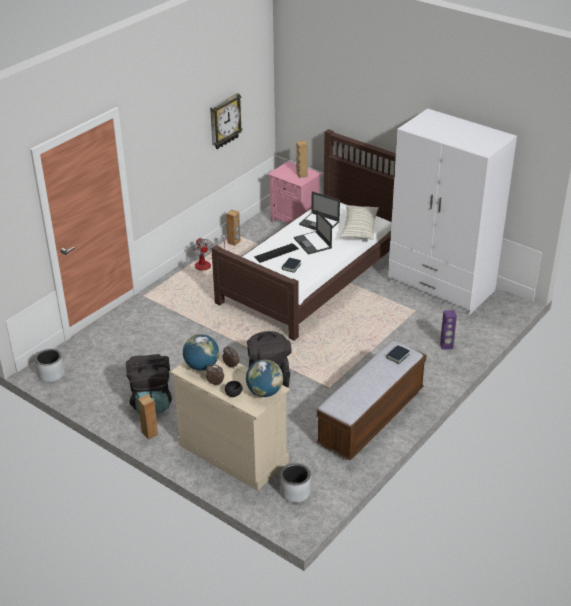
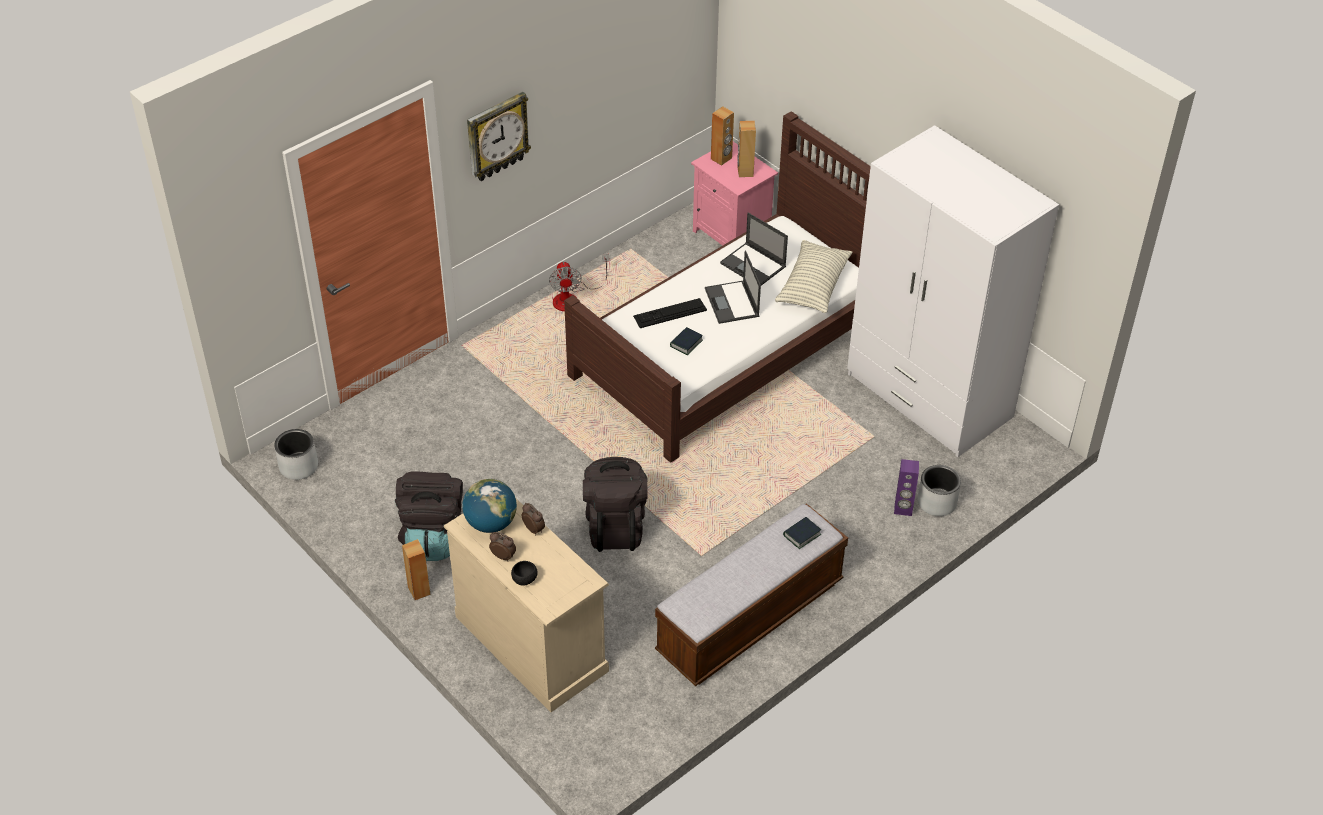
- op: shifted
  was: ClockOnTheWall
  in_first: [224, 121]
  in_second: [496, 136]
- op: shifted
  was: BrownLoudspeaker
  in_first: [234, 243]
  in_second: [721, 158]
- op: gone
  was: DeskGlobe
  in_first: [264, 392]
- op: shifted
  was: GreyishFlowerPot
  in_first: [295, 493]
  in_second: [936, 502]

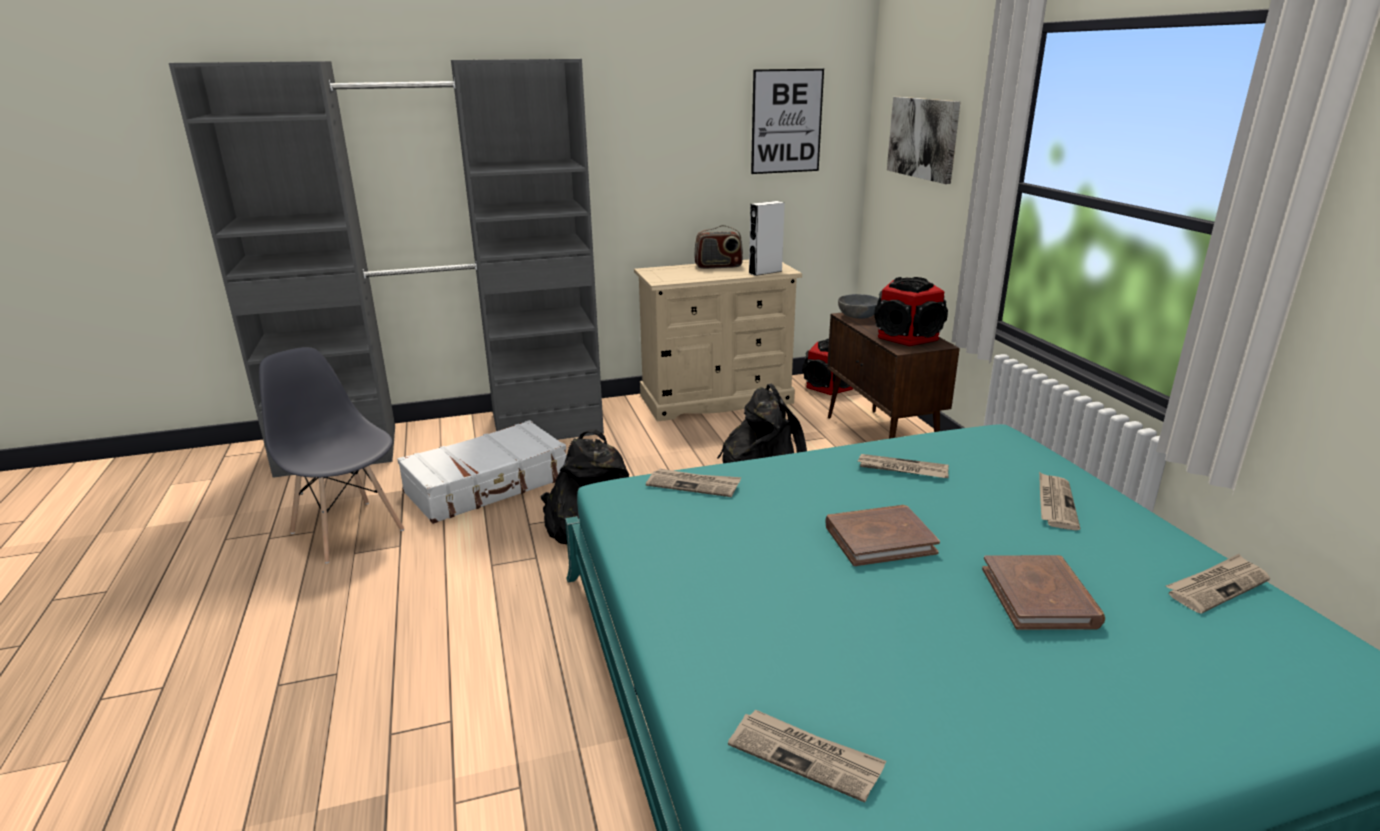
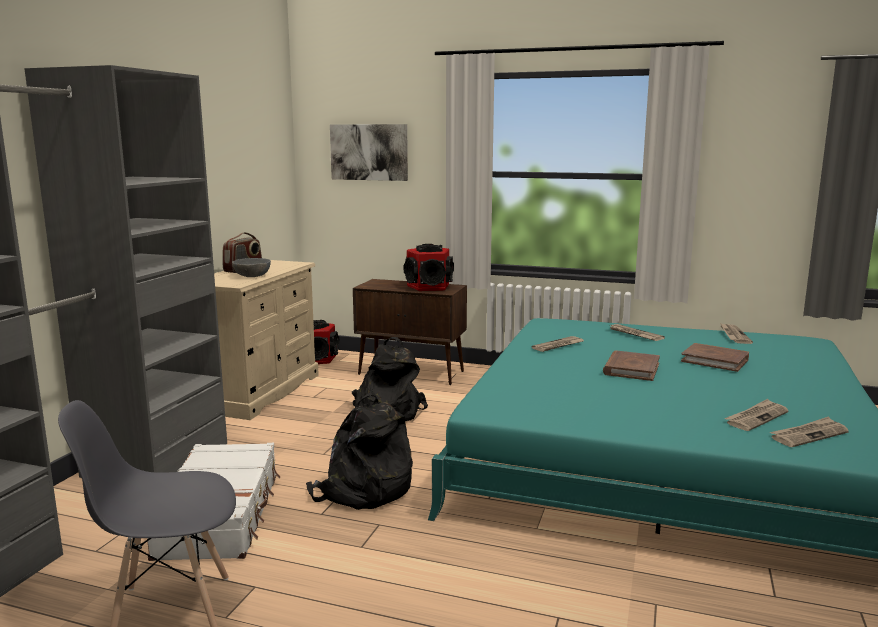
- op: gone
  was: WallPicture
  in_first: [786, 121]
- op: gone
  was: WhitishLoudspeaker
  in_first: [765, 272]
- op: shifted
  was: GreyishBowl
  in_first: [859, 316]
  in_second: [252, 276]
- op: shifted
  was: Newspaper
  in_first: [694, 485]
  in_second: [756, 417]

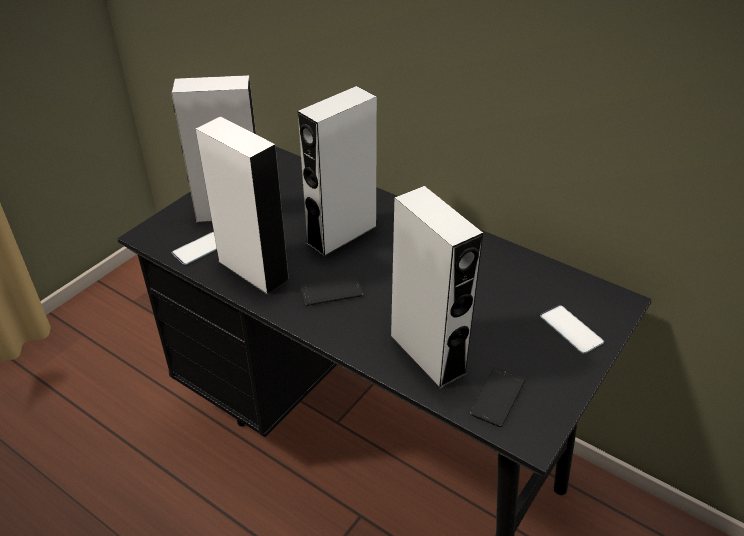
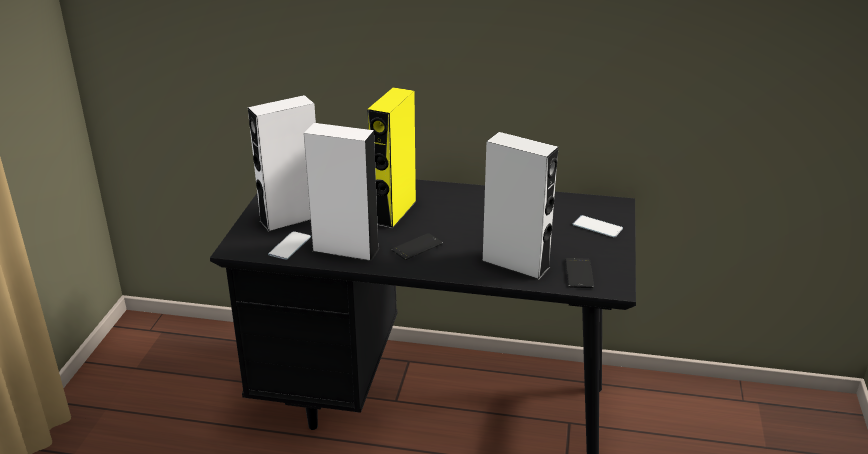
- op: repainted
  was: GreyishLoudspeaker
  now: YellowishLoudspeaker
  in_first: [342, 234]
  in_second: [394, 212]

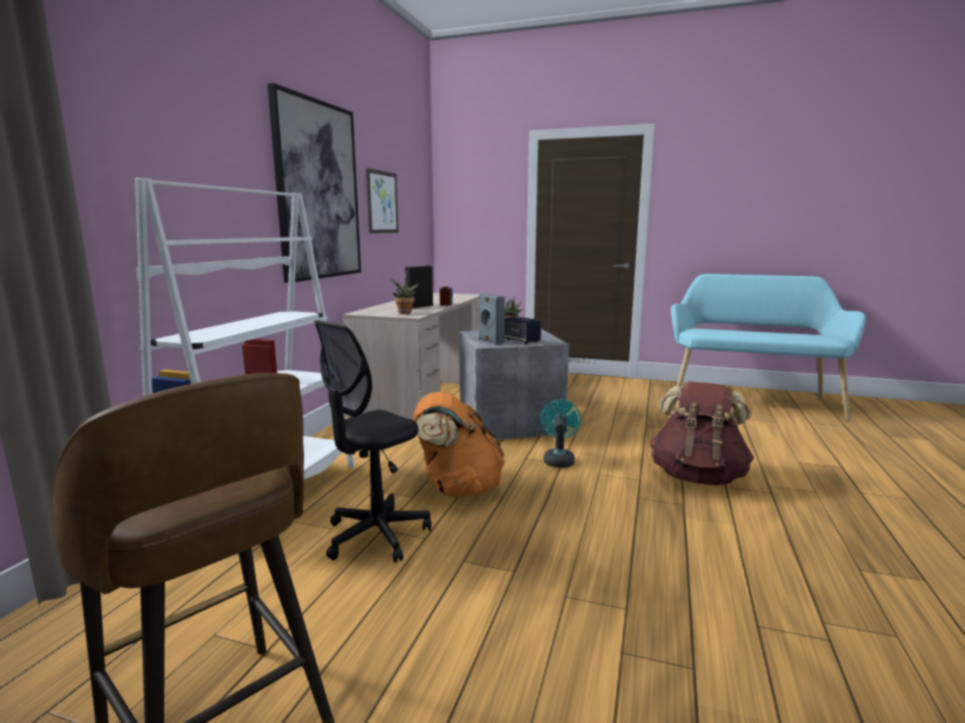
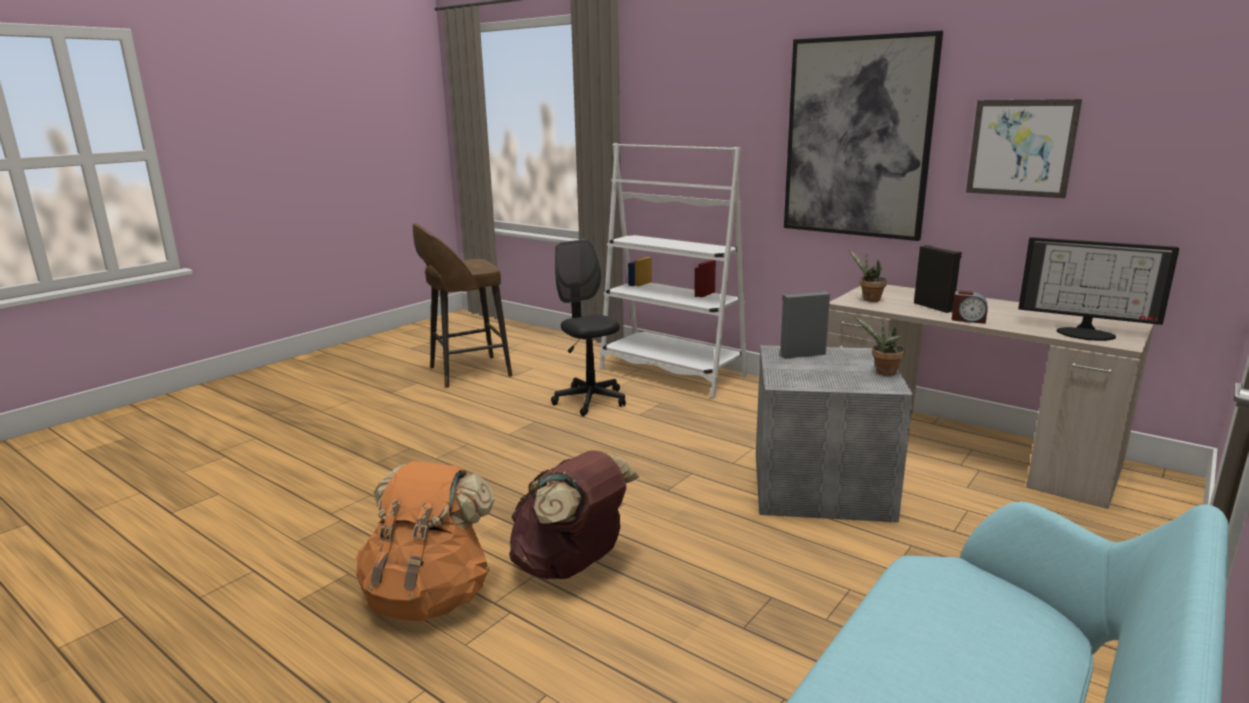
- op: gone
  was: Loudspeaker
  in_first: [521, 341]
- op: shifted
  was: OrangeBackpack
  in_first: [457, 488]
  in_second: [429, 597]
- op: gone
  was: TurquoiseFan
  in_first: [558, 459]
- op: new
  now: ComputerDisplay
  in_second: [1086, 333]

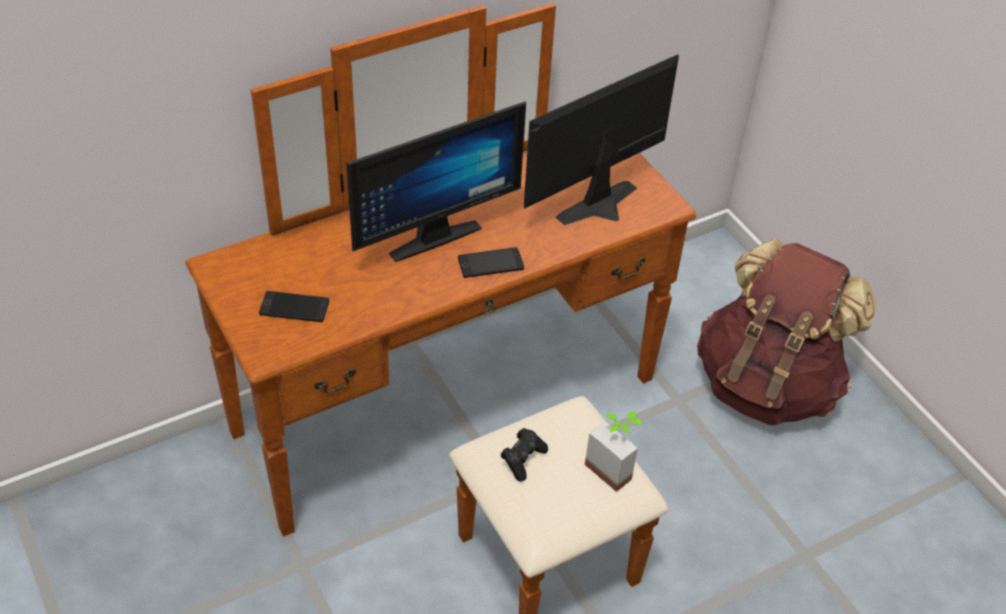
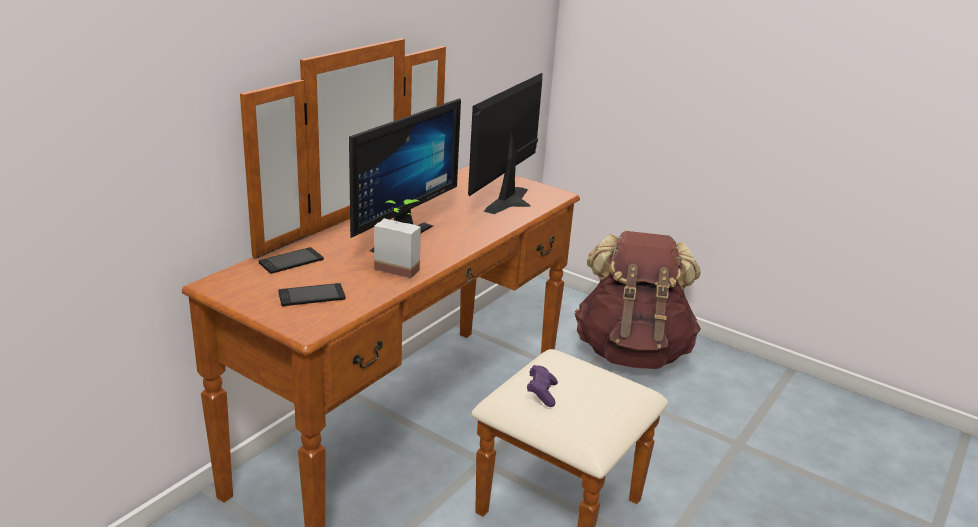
- op: shifted
  was: Handset
  in_first: [490, 263]
  in_second: [291, 261]
- op: shifted
  was: Houseplant
  in_first: [614, 467]
  in_second: [400, 266]
- op: repainted
  was: BlackColouredJoypad
  now: PurpleJoypad
  in_first: [523, 459]
  in_second: [541, 393]

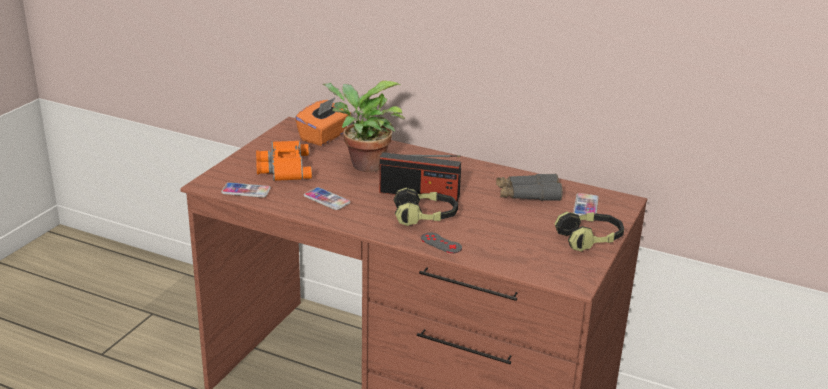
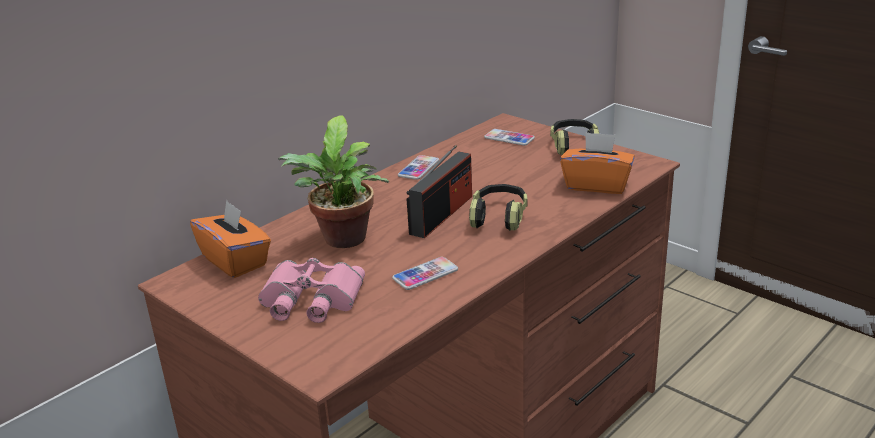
- op: repainted
  was: OrangeFieldGlasses
  now: PinkColouredFieldGlasses
  in_first: [283, 167]
  in_second: [310, 300]
- op: gone
  was: GreyishFieldGlasses
  in_first: [527, 195]
- op: shifted
  was: Handset
  in_first: [246, 191]
  in_second: [418, 168]
- op: gone
  was: GreyishJoypad
  in_first: [441, 243]
- op: new
  now: OrangeBoxOfTissues
  in_second: [596, 185]

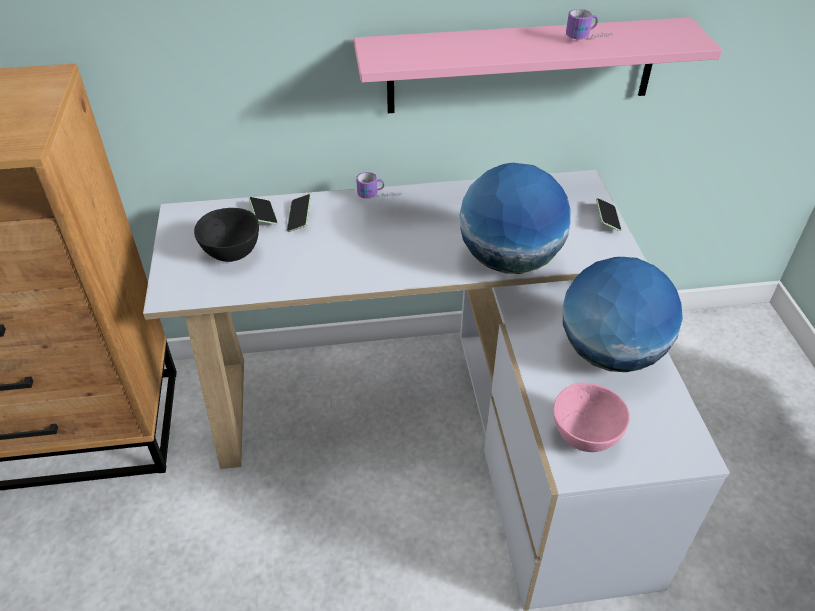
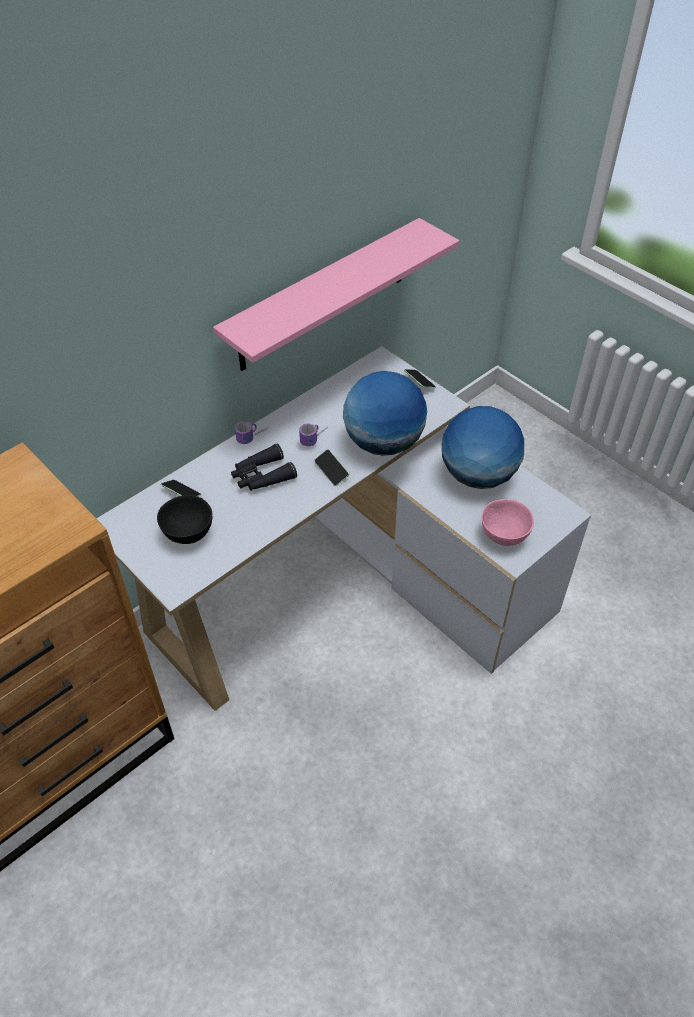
- op: shifted
  was: TeaMug
  in_first: [589, 40]
  in_second: [315, 438]
- op: shifted
  was: Handset
  in_first: [299, 218]
  in_second: [331, 471]
- op: new
  now: BlackColouredFieldGlasses
  in_second: [262, 476]

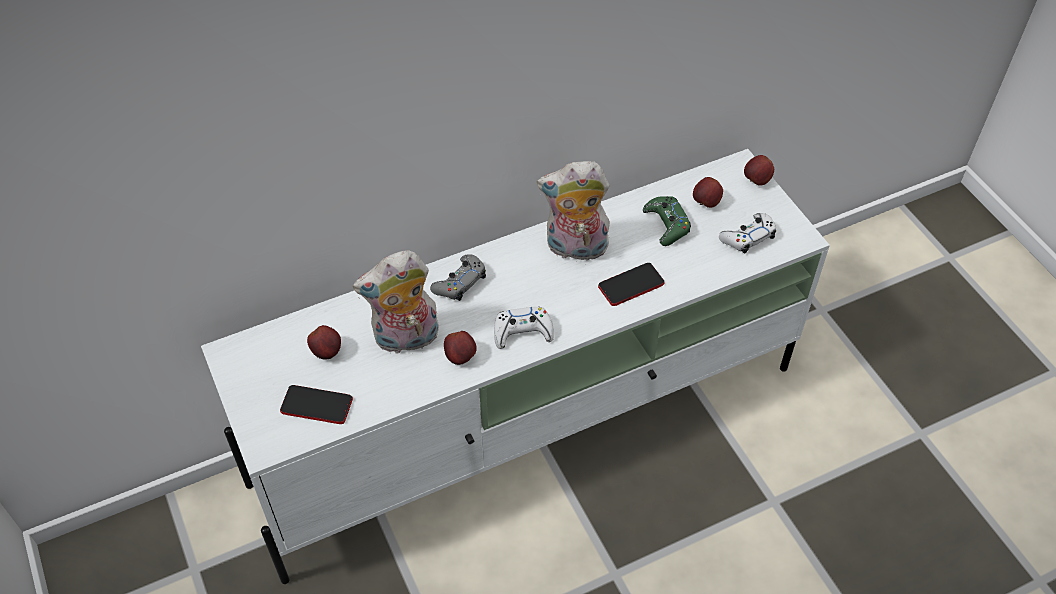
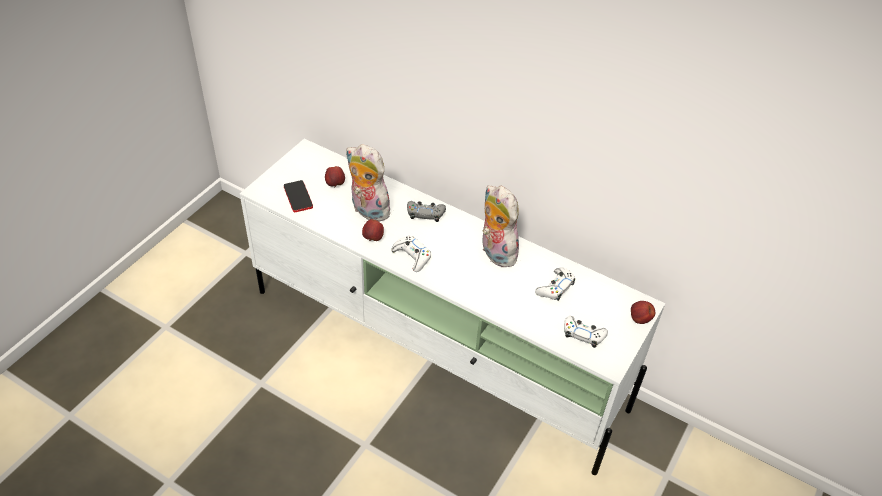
- op: gone
  was: AppleFruit
  in_first: [706, 203]
- op: repainted
  was: GreenJoypad
  now: WhitishJoypad
  in_first: [666, 224]
  in_second: [555, 288]
- op: gone
  was: Handset
  in_first: [631, 285]

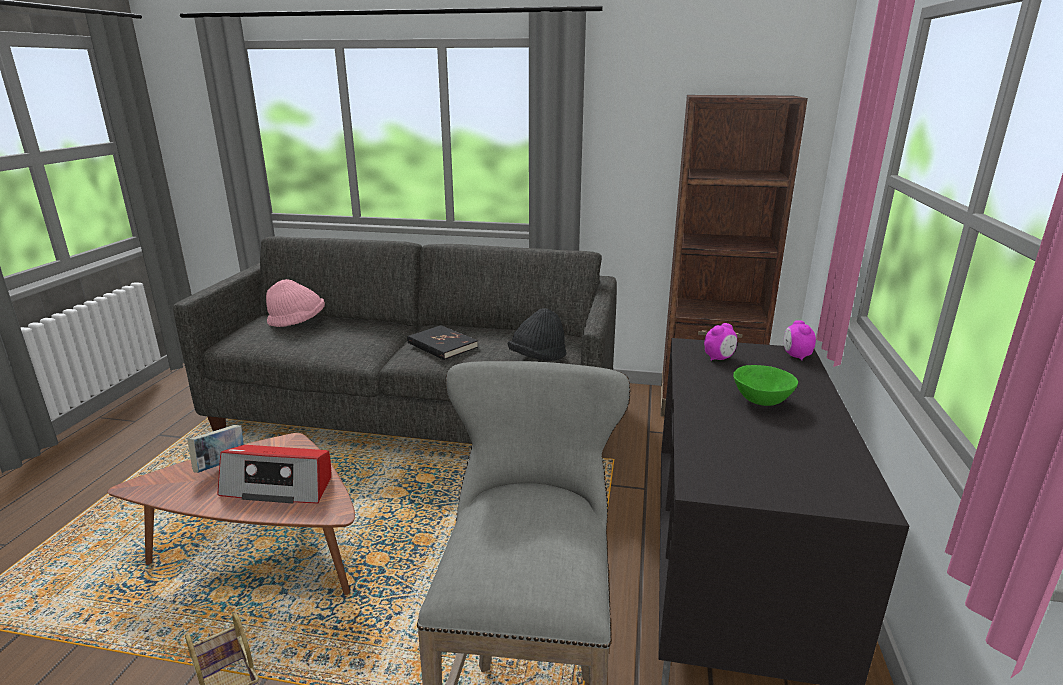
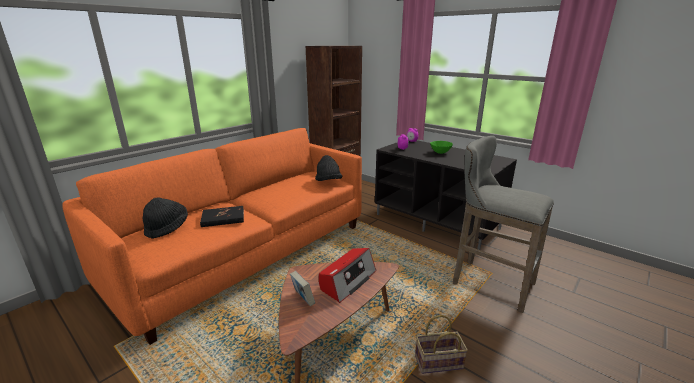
- op: repainted
  was: GreyishSofa
  now: OrangeSofa
  in_first: [417, 414]
  in_second: [247, 254]
- op: repainted
  was: PinkColouredHat
  now: BlackColouredHat
  in_first: [298, 322]
  in_second: [167, 228]
- op: shifted
  was: BlackColouredBoundBook
  in_first: [442, 345]
  in_second: [223, 218]

